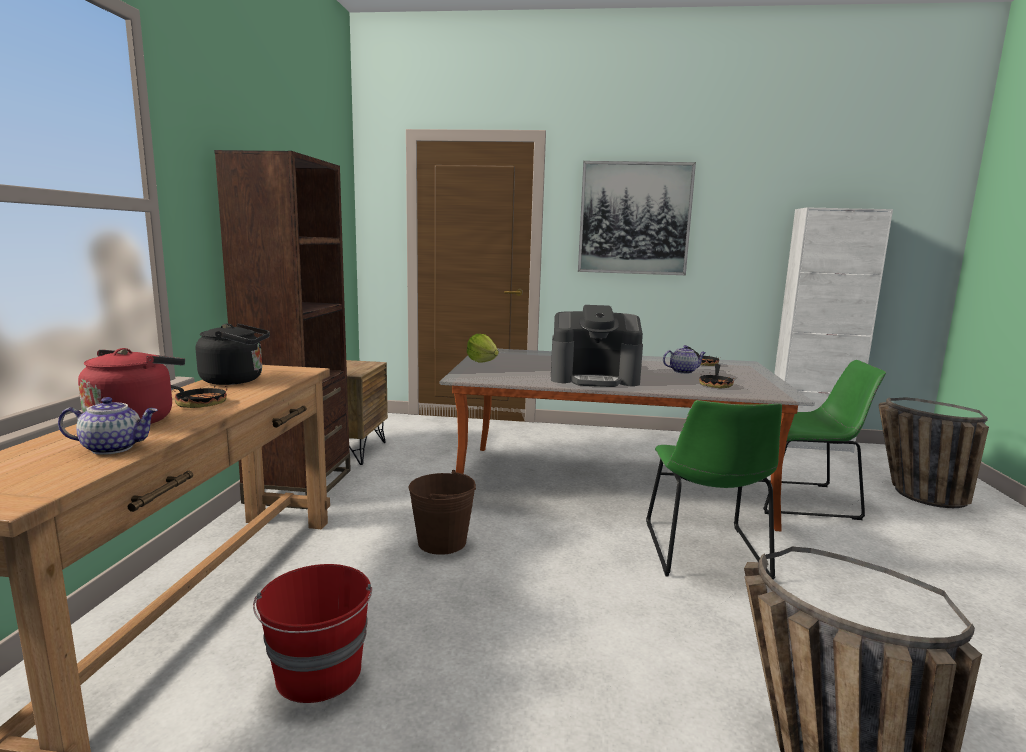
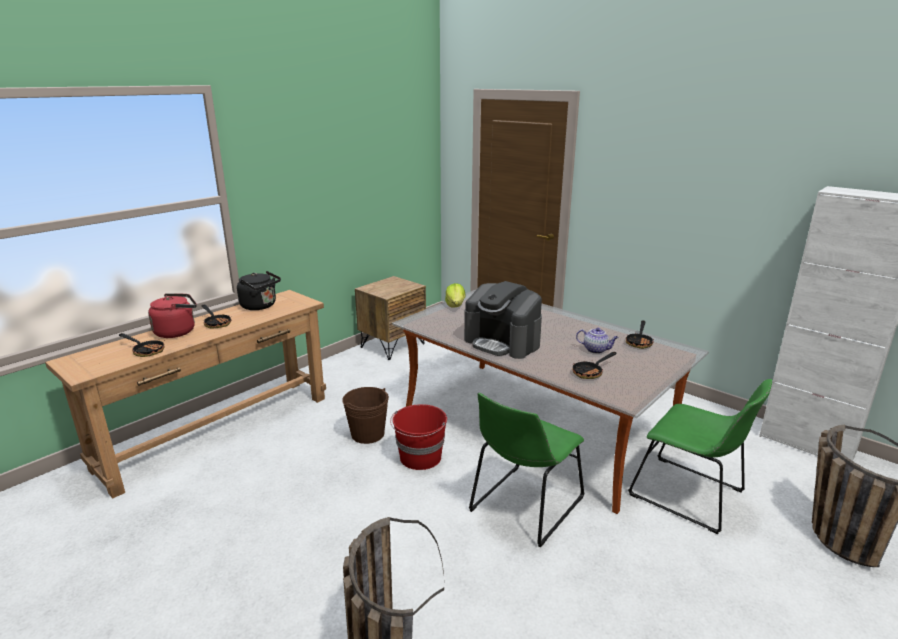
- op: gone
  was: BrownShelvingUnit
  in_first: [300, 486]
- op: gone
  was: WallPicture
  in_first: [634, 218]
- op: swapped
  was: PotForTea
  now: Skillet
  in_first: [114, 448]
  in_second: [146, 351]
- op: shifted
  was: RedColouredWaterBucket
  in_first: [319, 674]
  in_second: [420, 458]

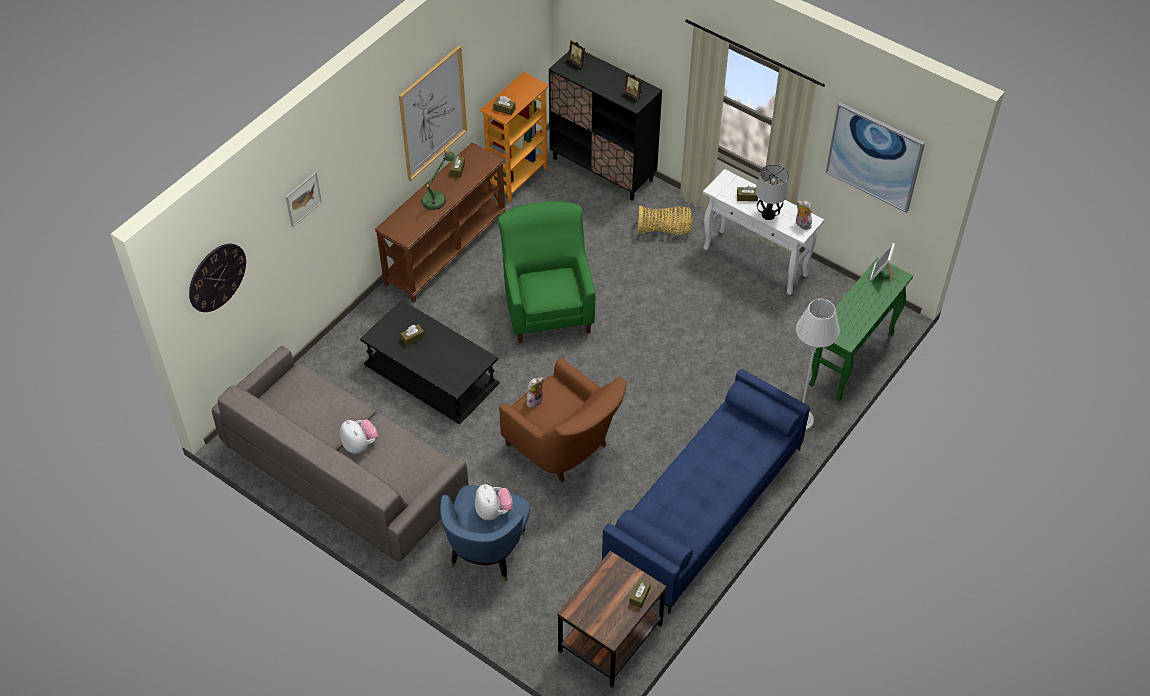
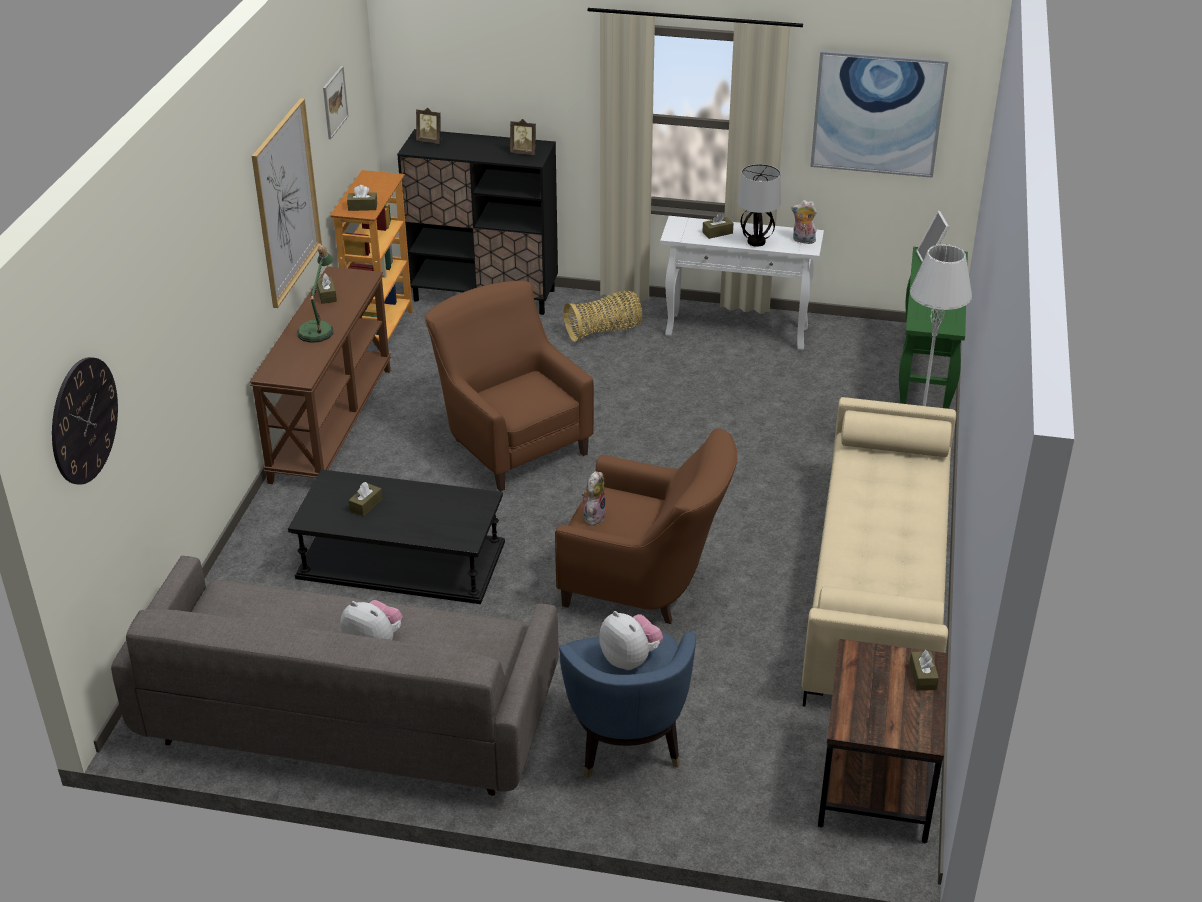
- op: shifted
  was: WallPicture
  in_first: [303, 199]
  in_second: [334, 102]
- op: repainted
  was: GreenArmchair
  now: BrownArmchair
  in_first: [547, 305]
  in_second: [510, 442]
- op: repainted
  was: BlueColouredSofa
  now: BeigeSofa
  in_first: [704, 509]
  in_second: [878, 591]

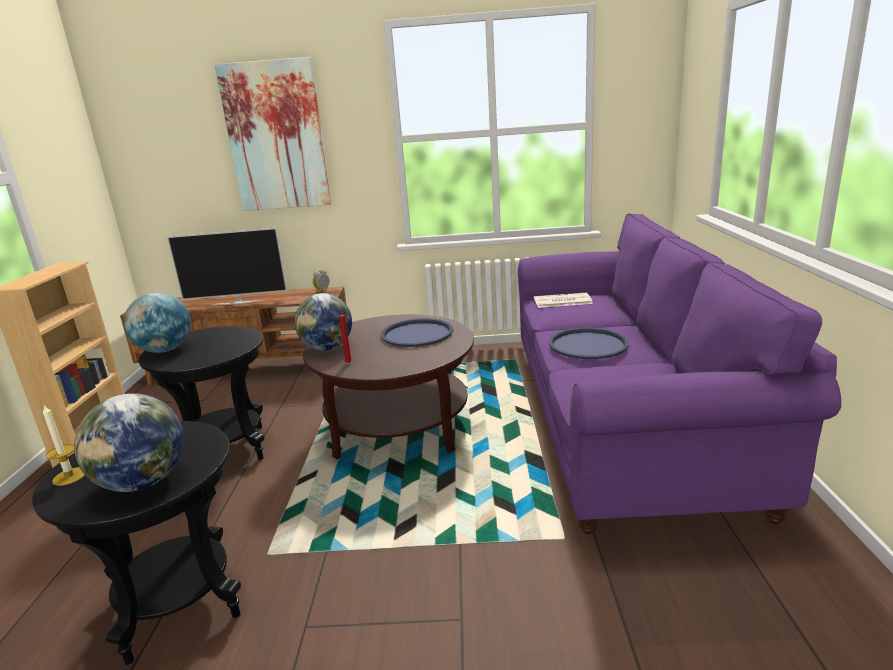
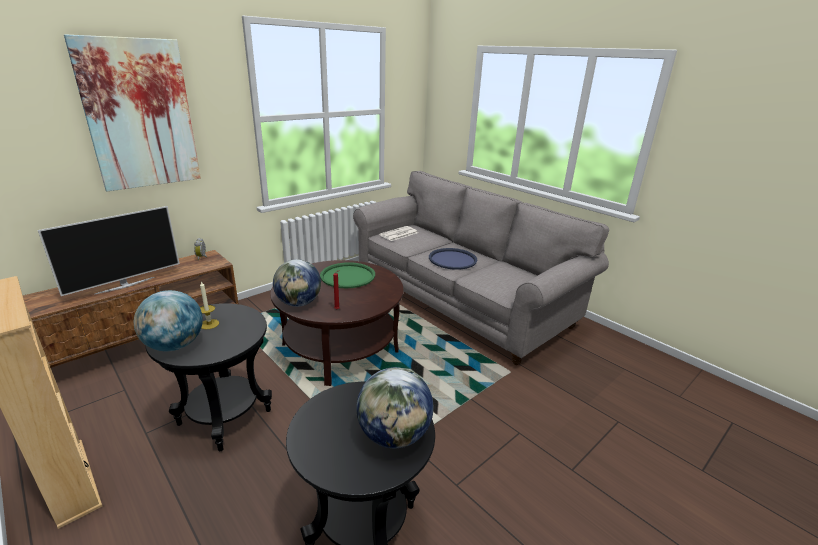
- op: repainted
  was: PurpleSofa
  now: GreyishSofa
  in_first: [622, 421]
  in_second: [460, 301]
- op: repainted
  was: BlueColouredCarryingTray
  now: GreenCarryingTray
  in_first: [417, 334]
  in_second: [347, 276]
- op: shifted
  was: WaxCandle
  in_first: [69, 476]
  in_second: [209, 324]

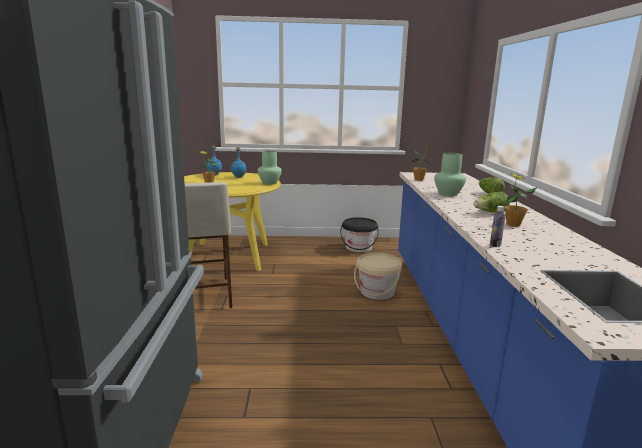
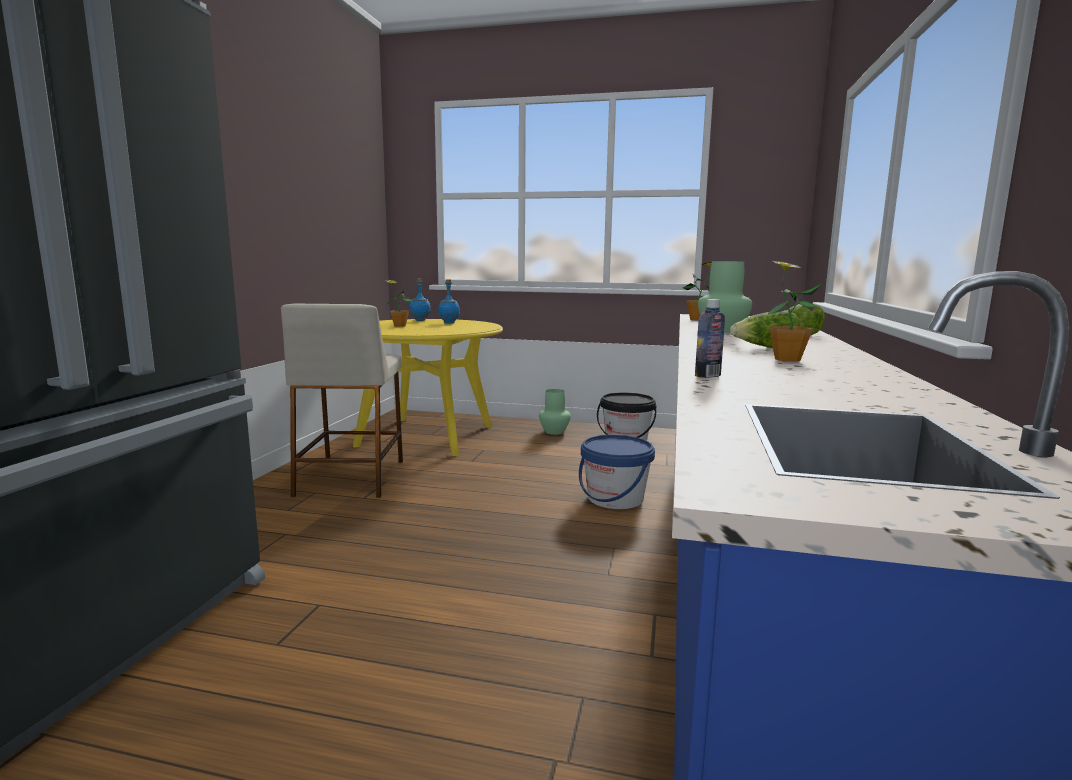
- op: shifted
  was: GreenFlowerVase
  in_first: [269, 183]
  in_second: [554, 432]
- op: repainted
  was: BeigeWaterBucket
  now: BlueColouredWaterBucket
  in_first: [377, 292]
  in_second: [615, 498]

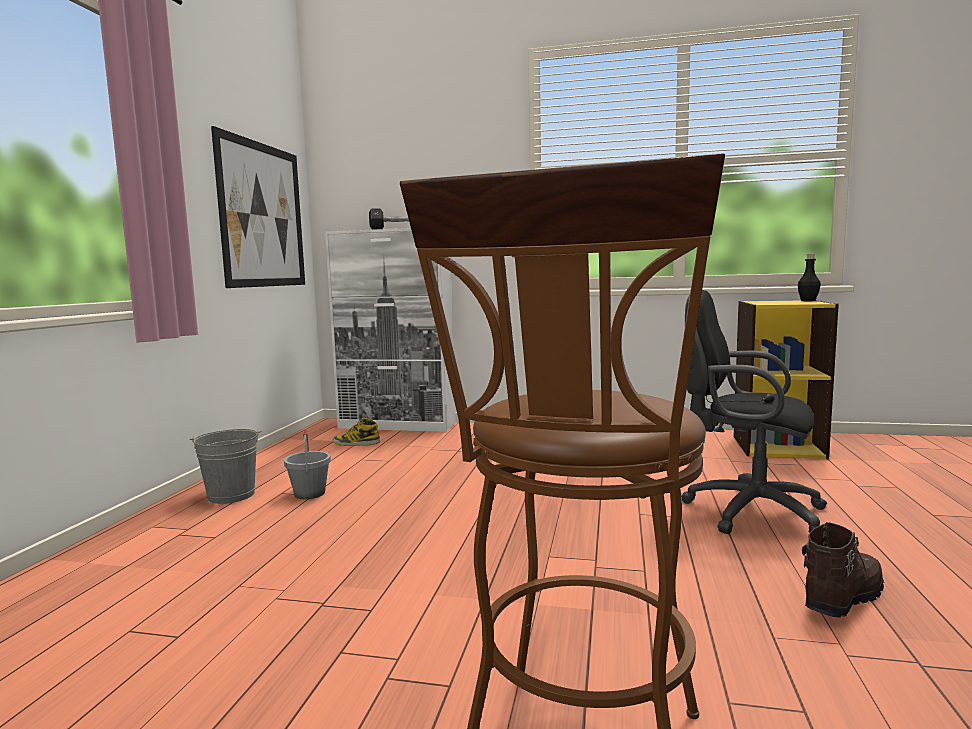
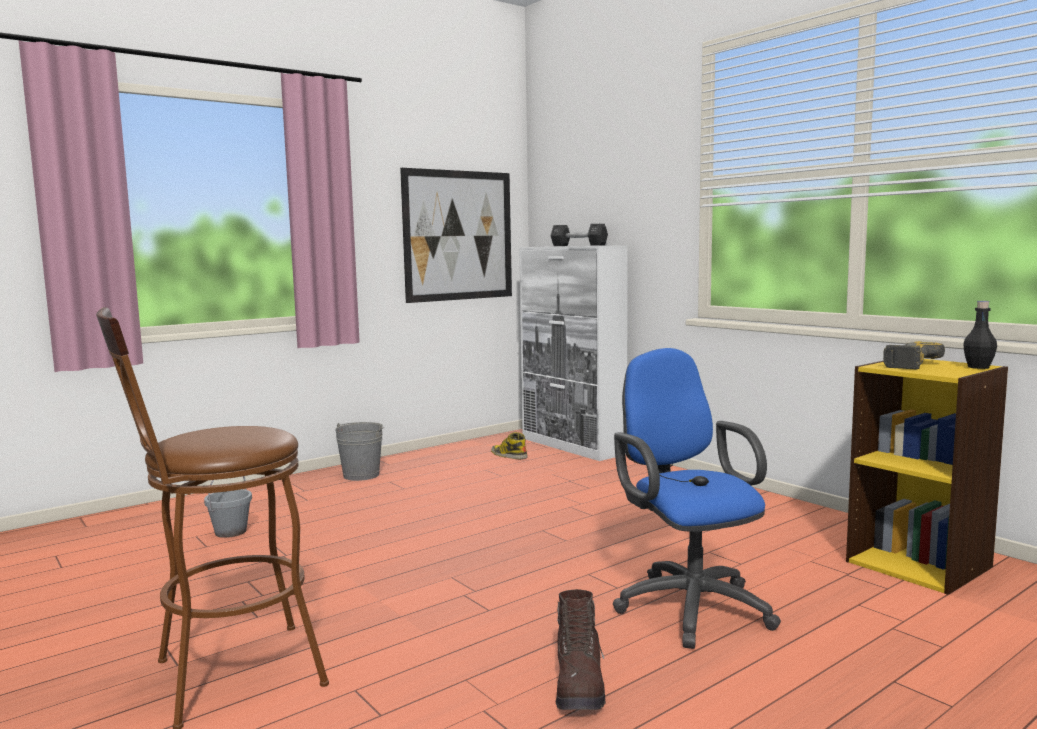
- op: repainted
  was: BlackColouredDeskChair
  now: BlueColouredDeskChair
  in_first: [746, 511]
  in_second: [688, 605]
- op: shifted
  was: GreyishWaterBucket
  in_first: [310, 494]
  in_second: [231, 532]
- op: rotated
  was: BrownTallBoot
  in_first: [841, 598]
  in_second: [579, 686]
  clockwise: 90
- op: new
  now: PowerDrill
  in_second: [905, 364]

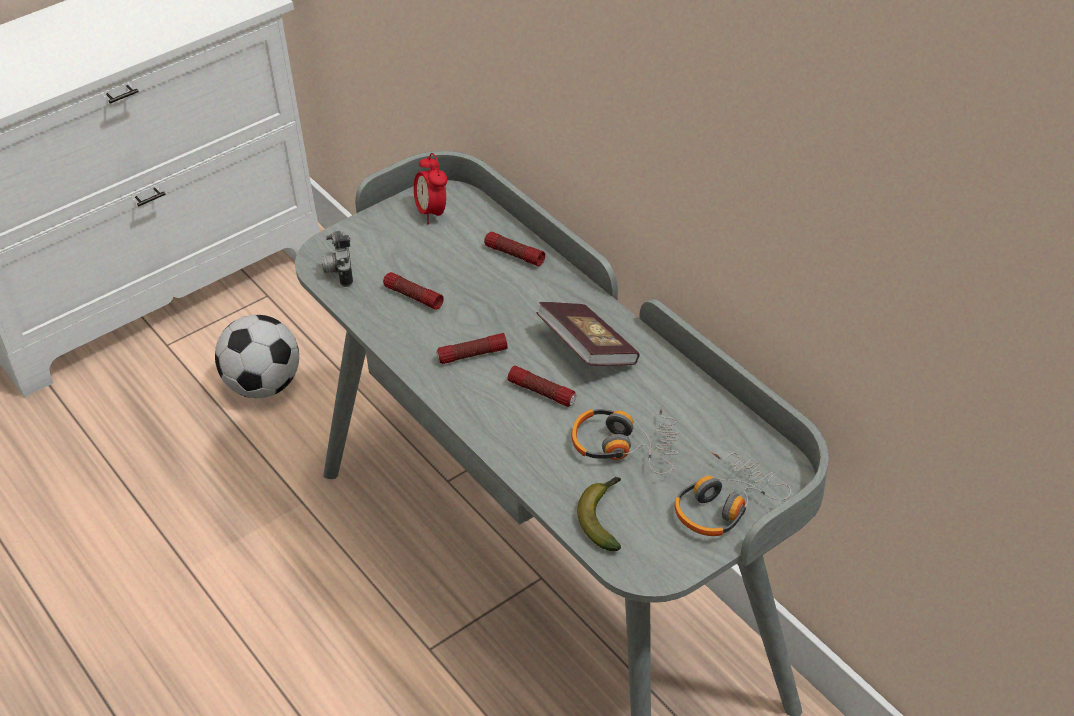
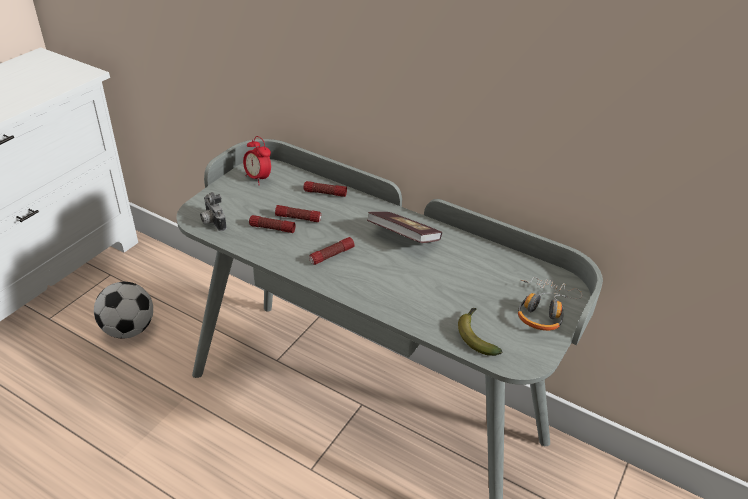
- op: shifted
  was: Flashlight
  in_first: [542, 392]
  in_second: [298, 218]
- op: gone
  was: Headphones
  in_first: [625, 446]

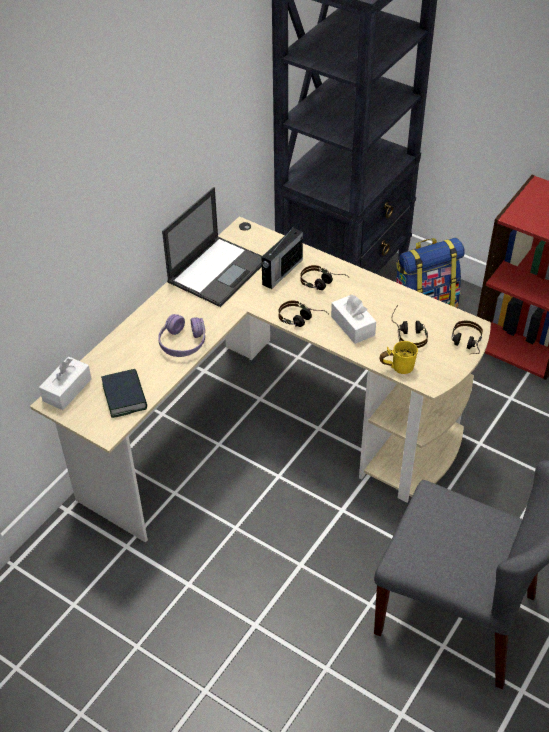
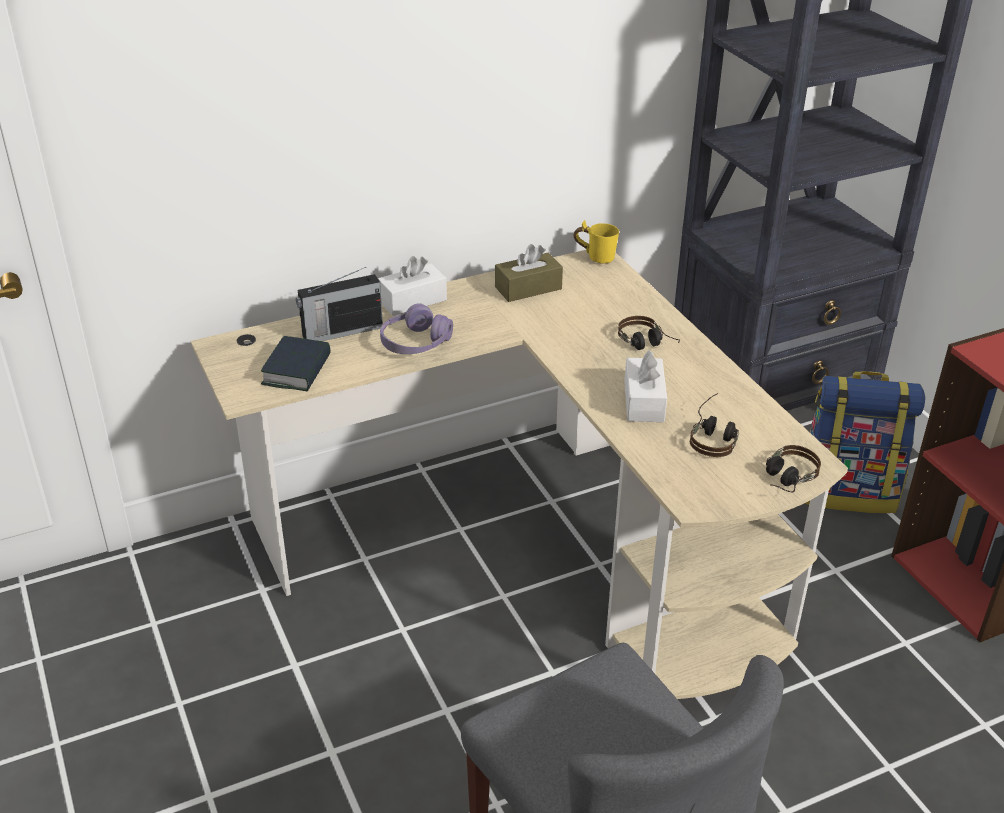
- op: swapped
  was: Laptop
  now: BrownBoxOfTissues
  in_first: [218, 270]
  in_second: [528, 288]
- op: shifted
  was: RadioSet
  in_first: [281, 272]
  in_second: [341, 332]
- op: gone
  was: Headphones
  in_first: [302, 320]
- op: shifted
  was: YellowishTeaMug
  in_first: [397, 366]
  in_second: [596, 256]
- op: shifted
  was: WhitishBoxOfTissues
  in_first: [67, 390]
  in_second: [412, 300]

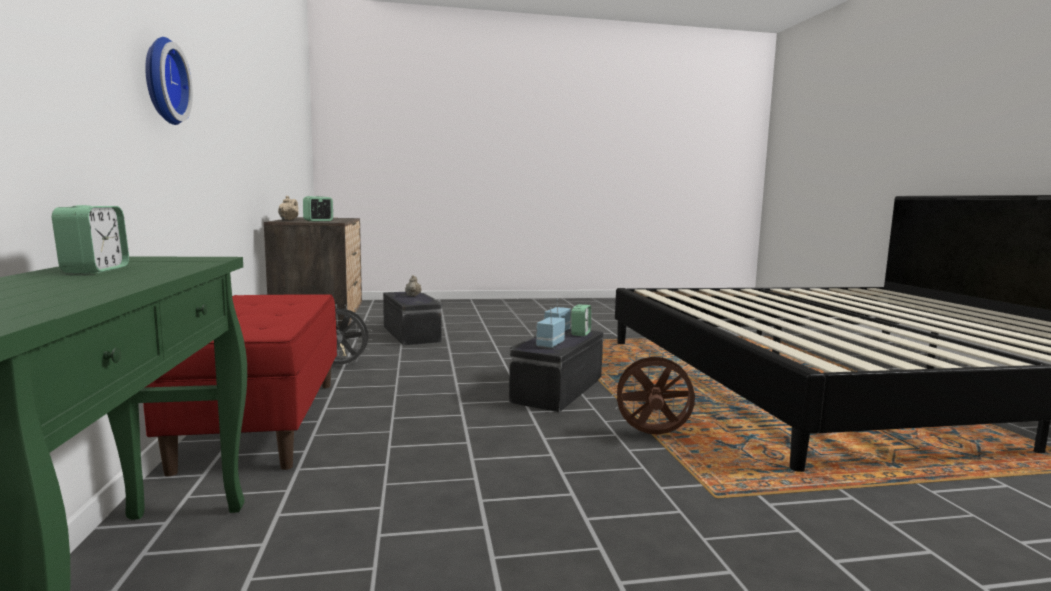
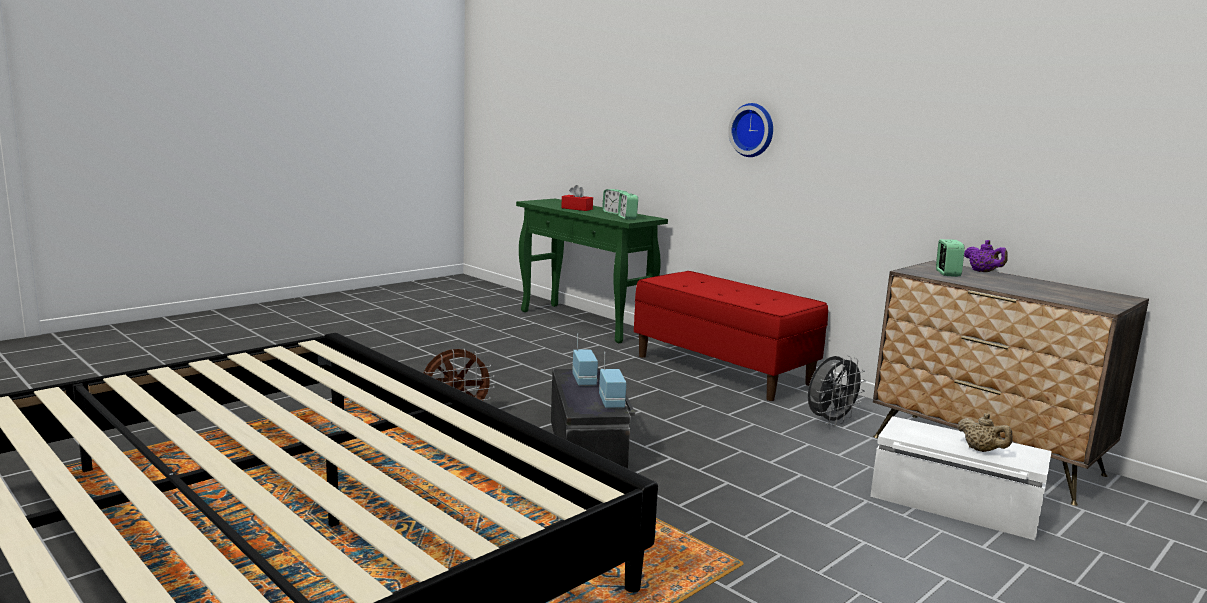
- op: repainted
  was: BeigePotForTea
  now: PurplePotForTea
  in_first: [289, 220]
  in_second: [983, 272]
- op: repainted
  was: BlackColouredStorageContainer
  now: WhitishStorageContainer
  in_first: [412, 334]
  in_second: [954, 505]
- op: shifted
  was: AlarmClock
  in_first: [580, 333]
  in_second: [627, 218]
- op: new
  now: RedColouredBoxOfTissues
  in_second: [577, 208]

